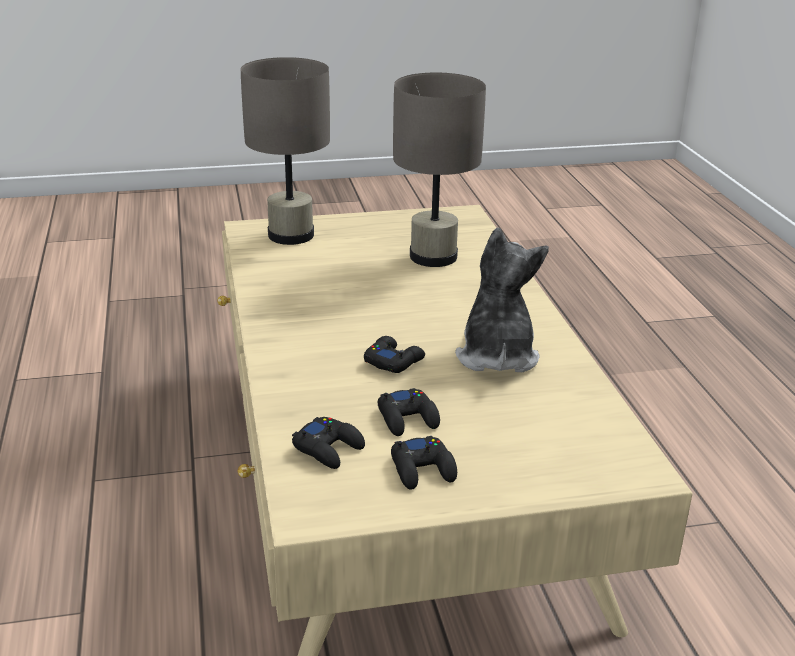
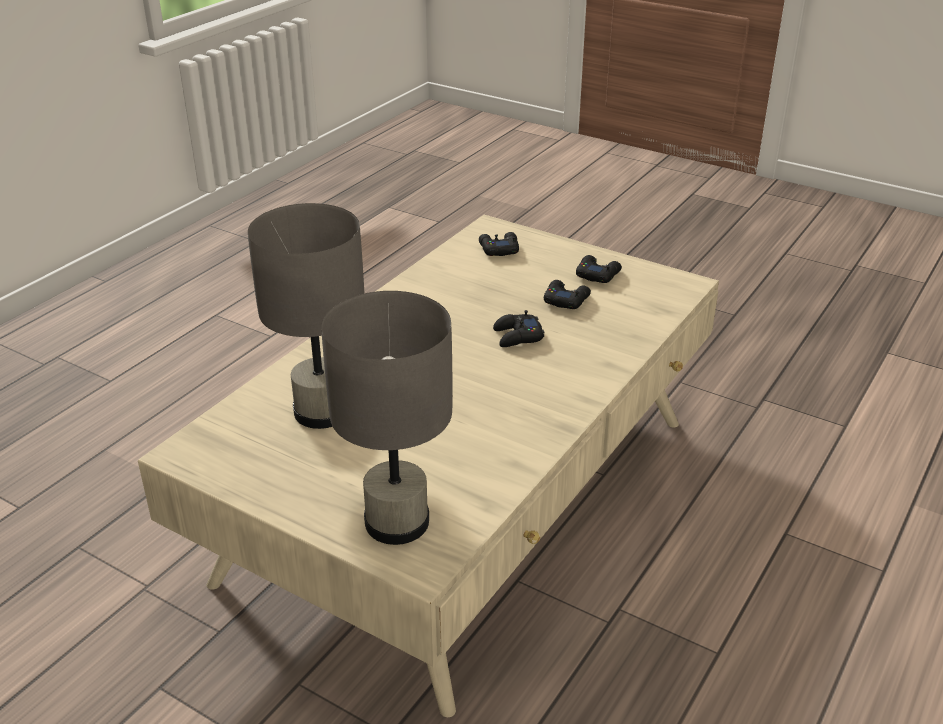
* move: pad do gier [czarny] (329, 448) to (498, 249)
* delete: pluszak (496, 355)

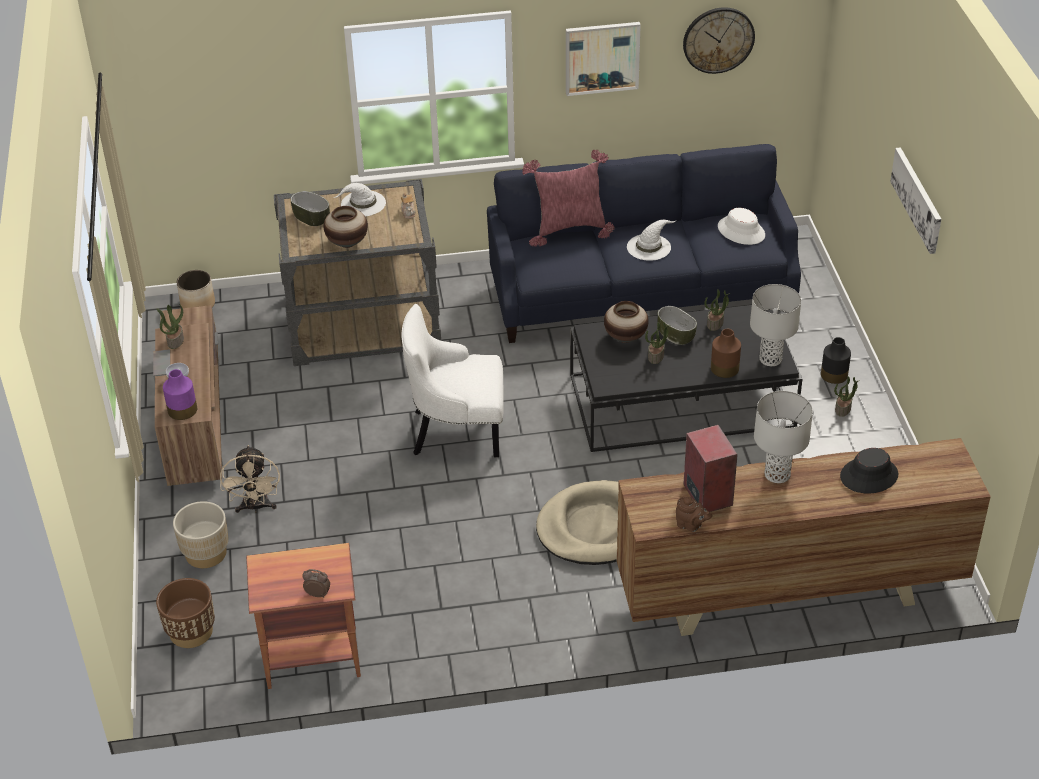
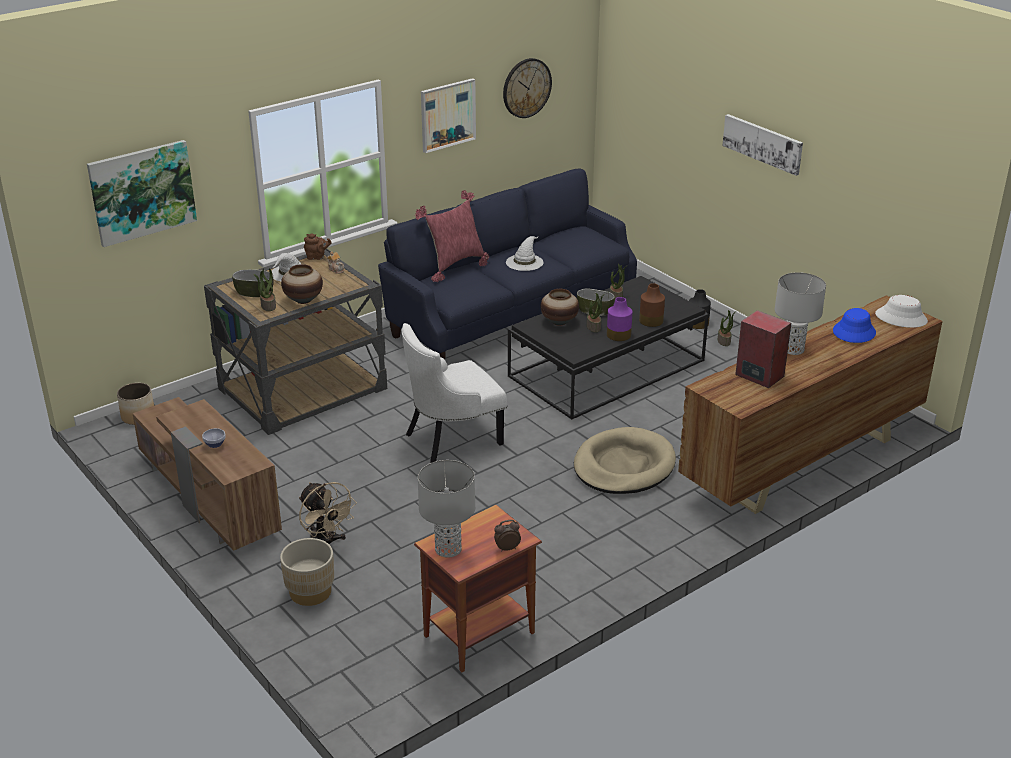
* move: roślina doniczkowa (175, 340) to (268, 306)
* delete: donica [brązowy] (191, 632)
* move: wazon [fioletowy] (182, 409) to (618, 334)
* move: imbryk [brązowy] (691, 525) to (317, 257)
* move: kapelusz [biały] (741, 231) to (901, 318)
* move: lampa stołowa [biały] (770, 359) to (447, 549)
* recolor: kapelusz [czarny] (868, 475) to kapelusz [niebieski] (853, 332)
* insert: obraz (142, 192)

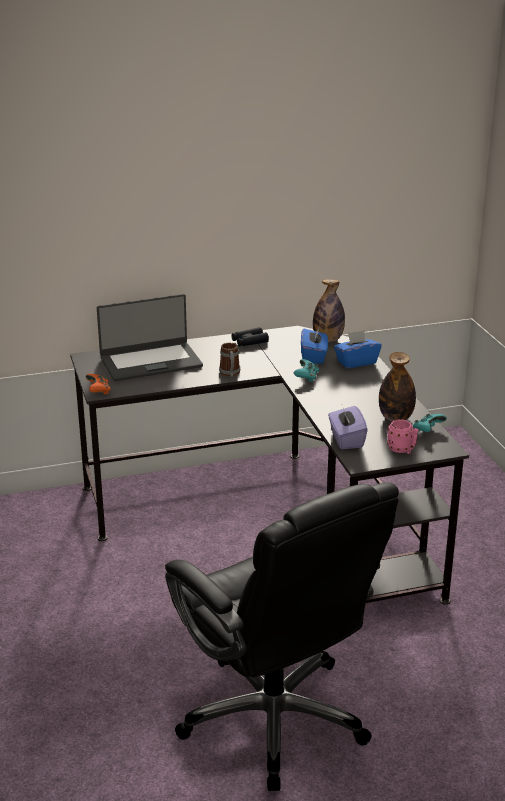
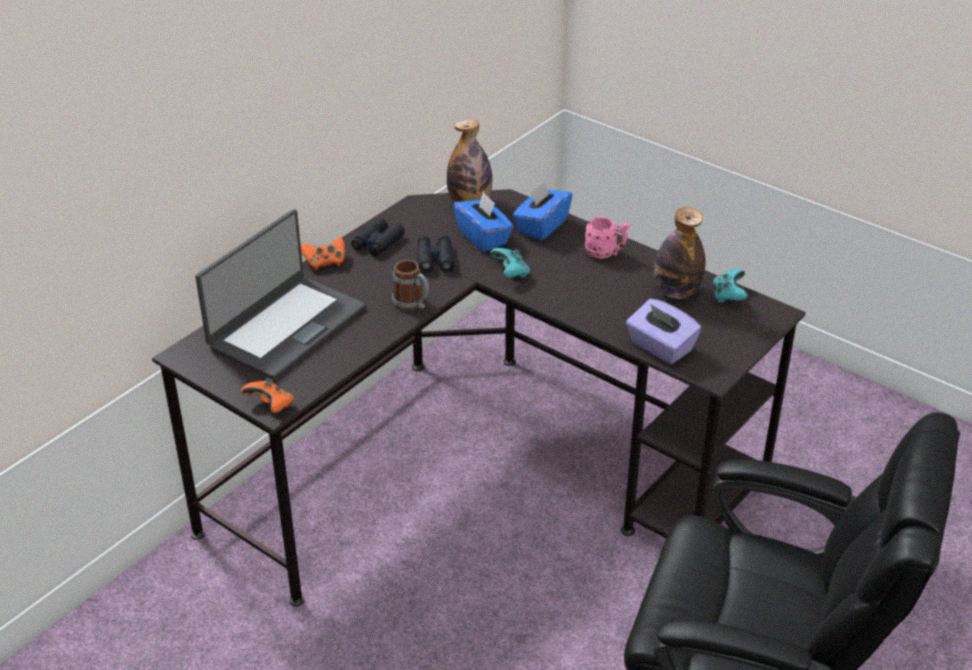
* move: kubek [różowy] (402, 450) to (605, 253)
* insert: pad do gier [pomarańczowy] (325, 262)
* insert: lornetka [czarny] (435, 259)

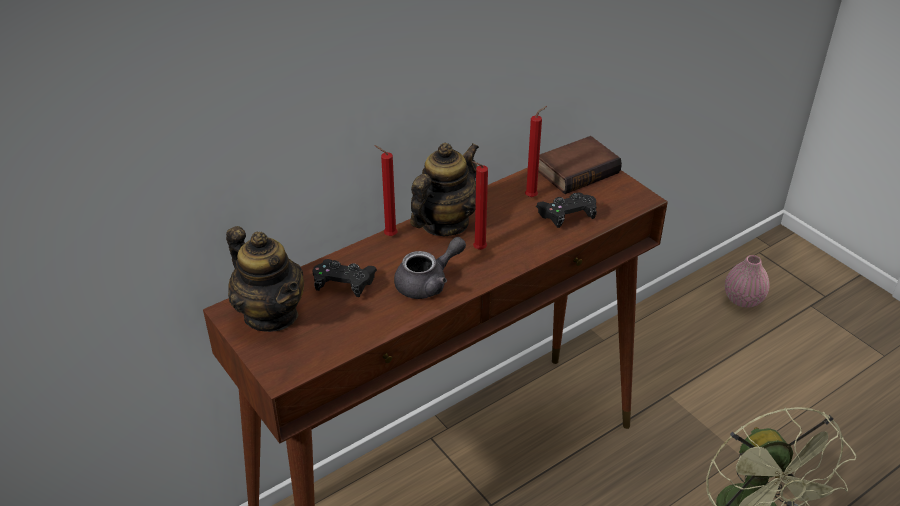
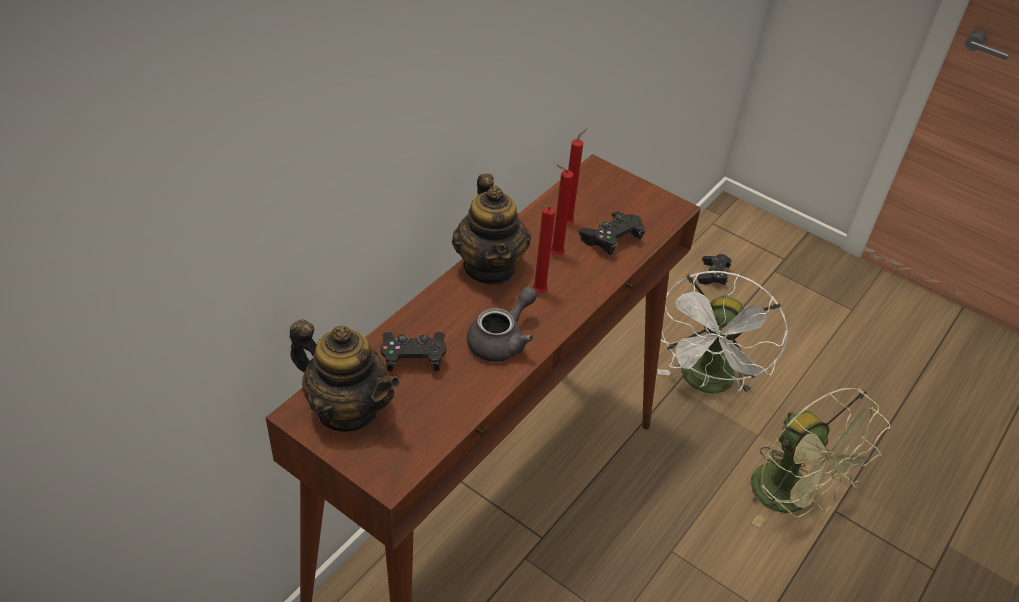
* move: świeca [czerwony] (388, 235) to (554, 255)
* rotate: imbryk (444, 223) = (490, 267) 150 degrees clockwise
* delete: książka (577, 170)
* replace: wazon [różowy] (743, 299) to pad do gier [czarny] (713, 275)
* insert: wentylator [biały] (707, 384)

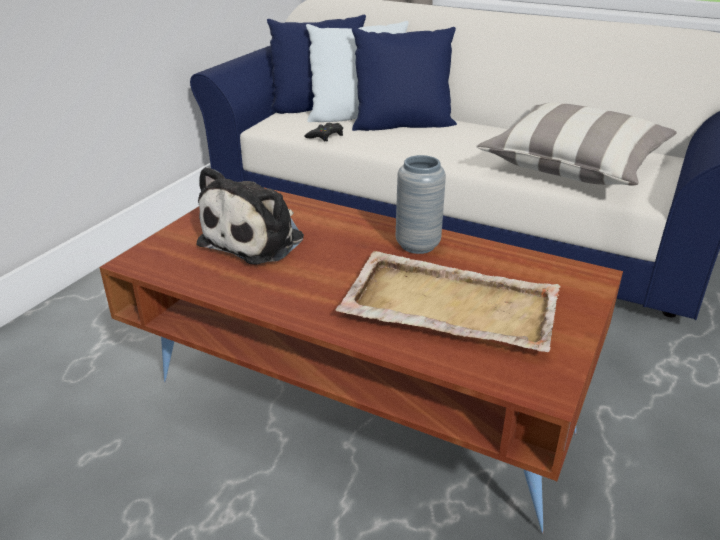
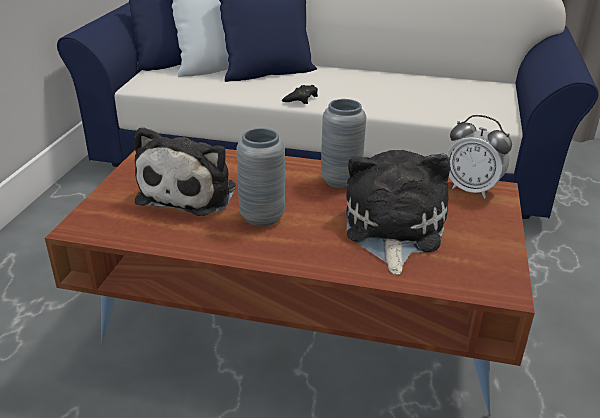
* move: pad do gier [czarny] (325, 136) to (301, 98)
* replace: taca [beżowy] (448, 305) to pluszak (392, 230)
* delete: poduszka (573, 166)
* insert: wazon [szary] (262, 217)
* insert: budzik (471, 189)

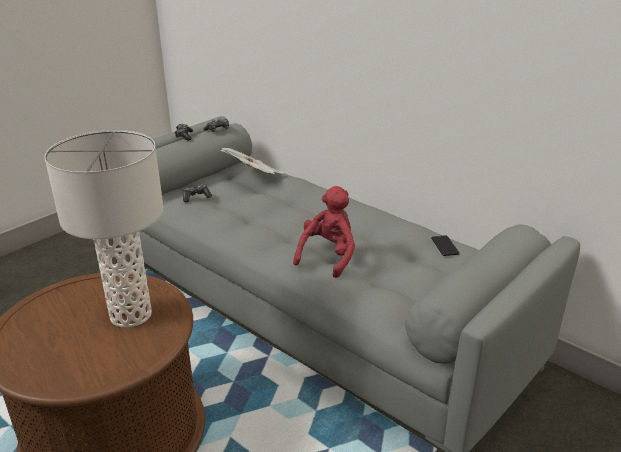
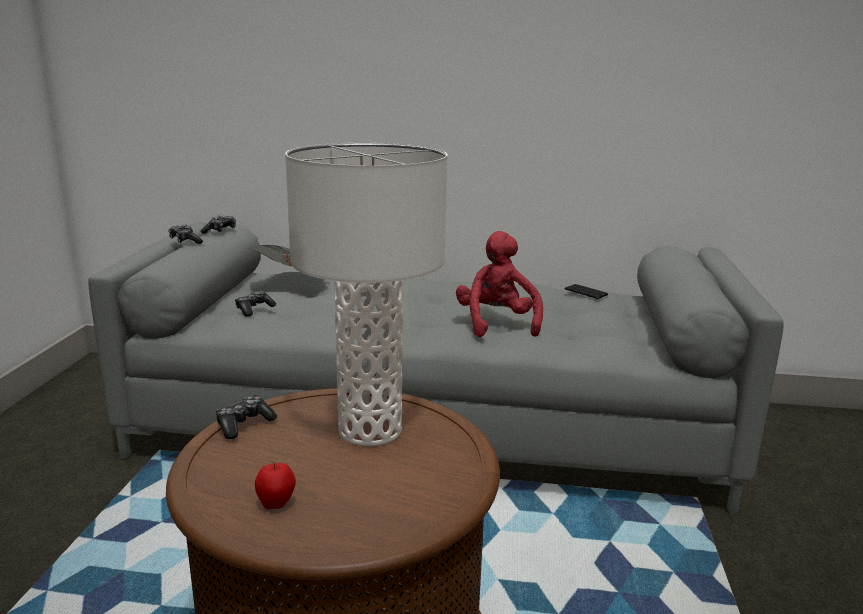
* insert: pad do gier (244, 424)
* insert: jabłko (276, 505)

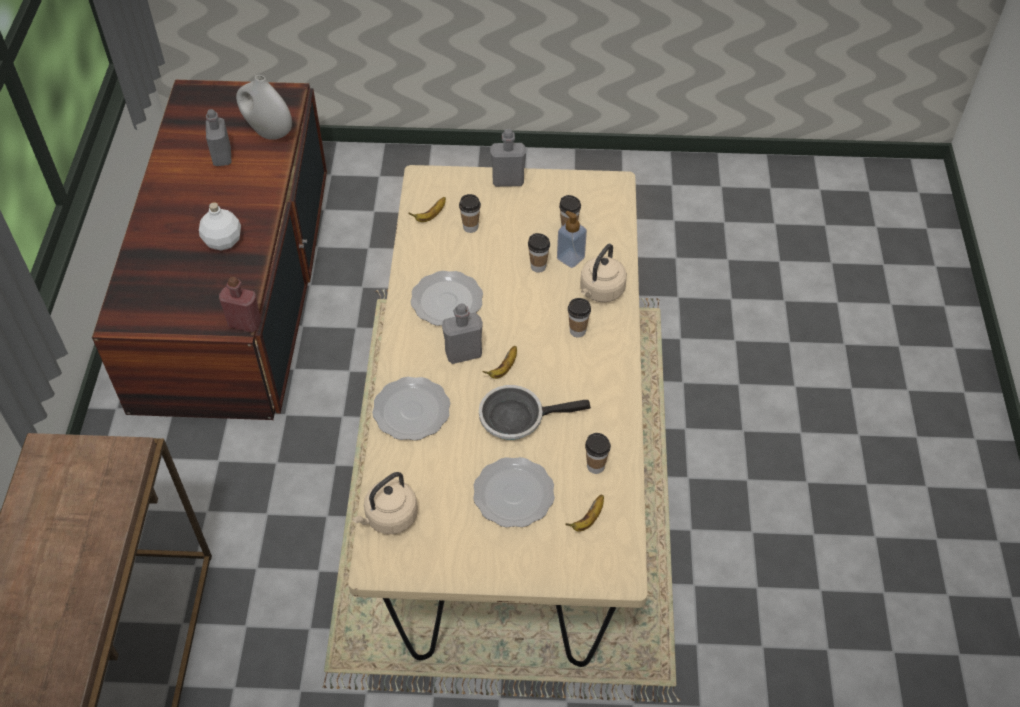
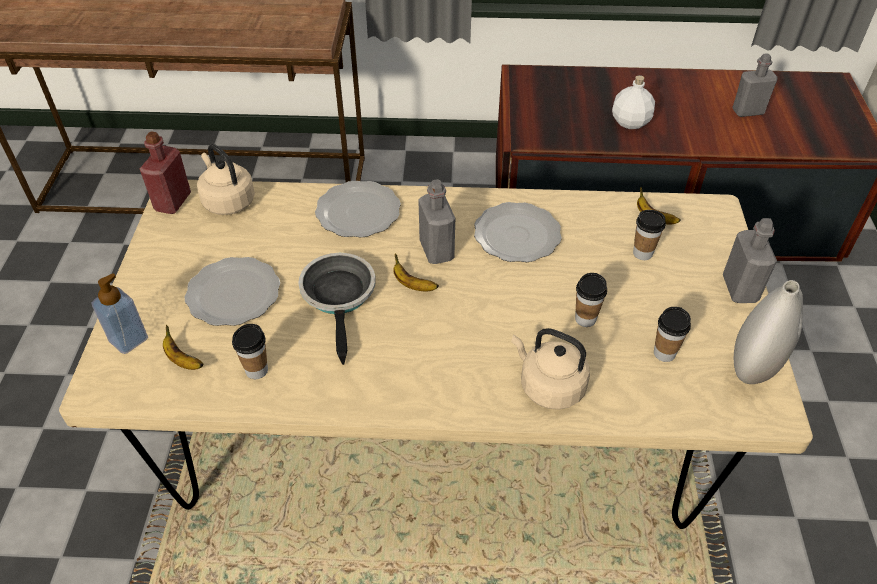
* move: butelka [czerwony] (244, 323) to (173, 202)
* move: wazon [biały] (268, 131) to (756, 363)
* move: dozownik mydła (570, 258) to (128, 339)
* delete: filiżanka (577, 331)

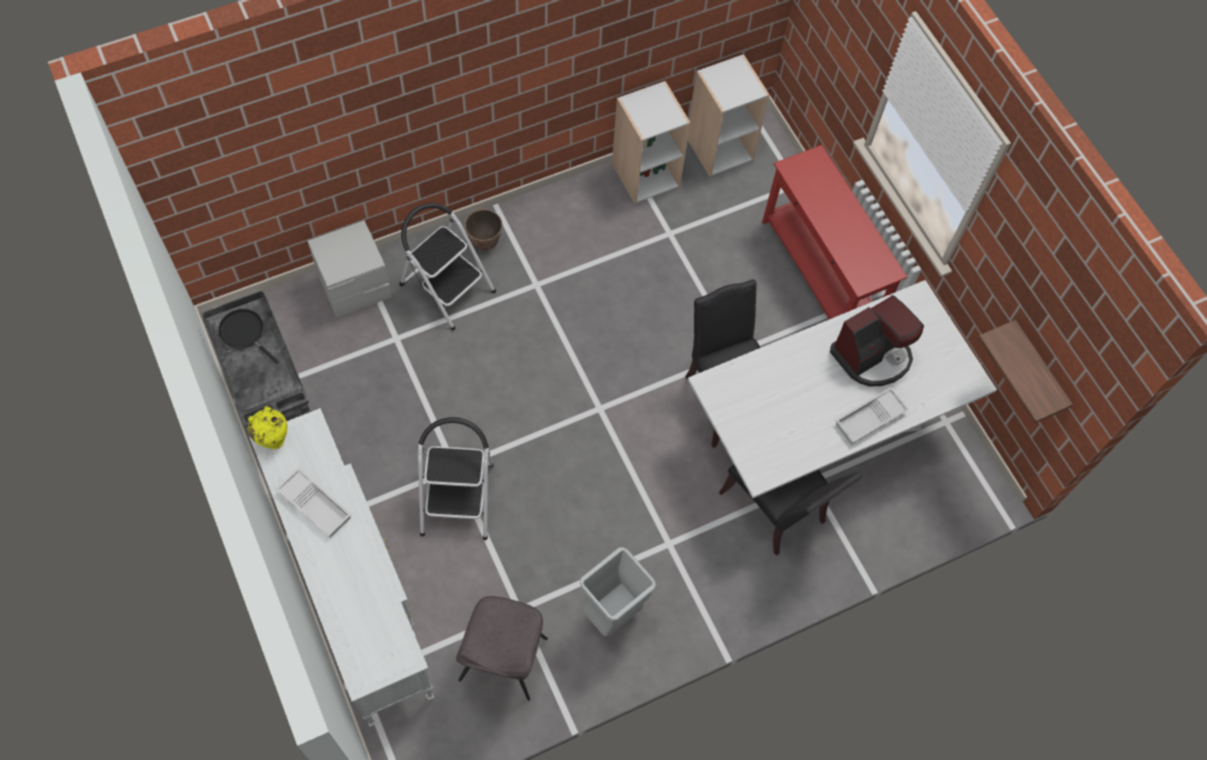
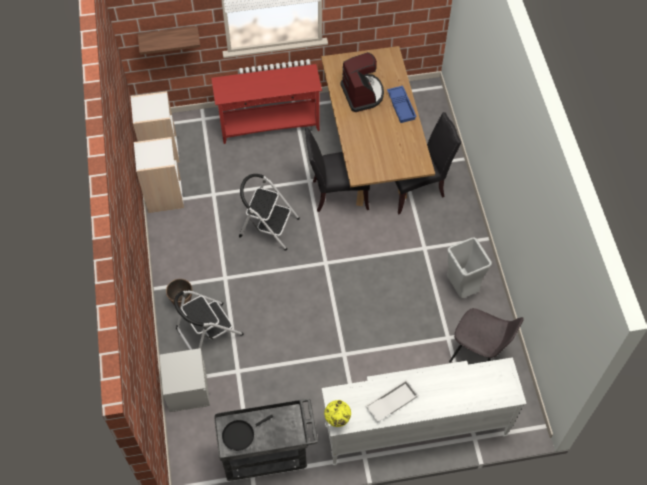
* move: drabinka (458, 496) to (267, 226)
* recolor: stół jadalny [biały] (820, 429) to stół jadalny [brązowy] (372, 153)
* recolor: taca [biały] (870, 419) to taca [niebieski] (402, 106)
* move: półka (1037, 370) to (169, 37)

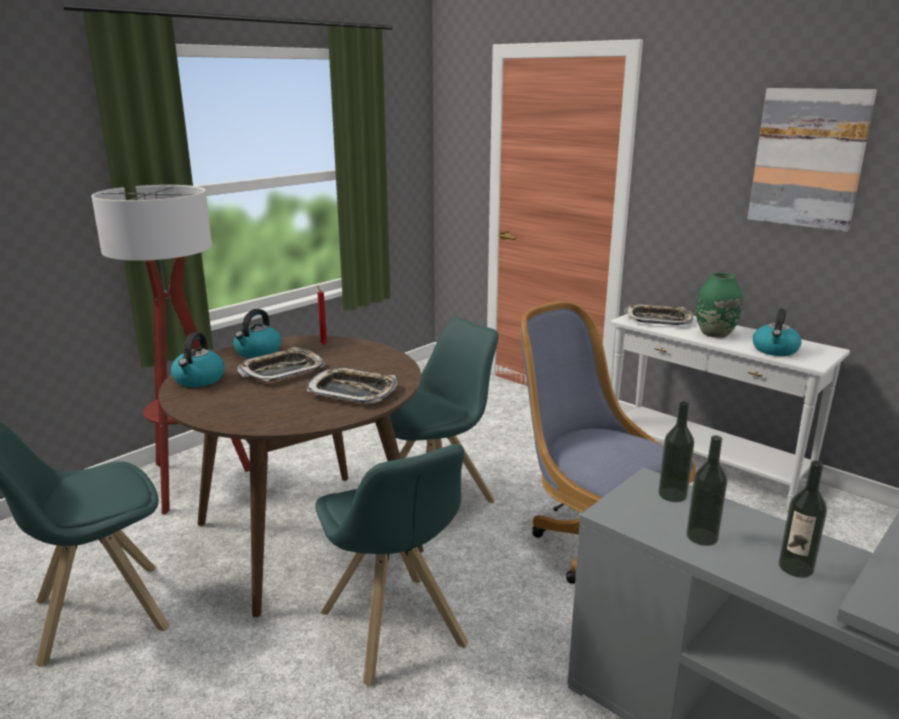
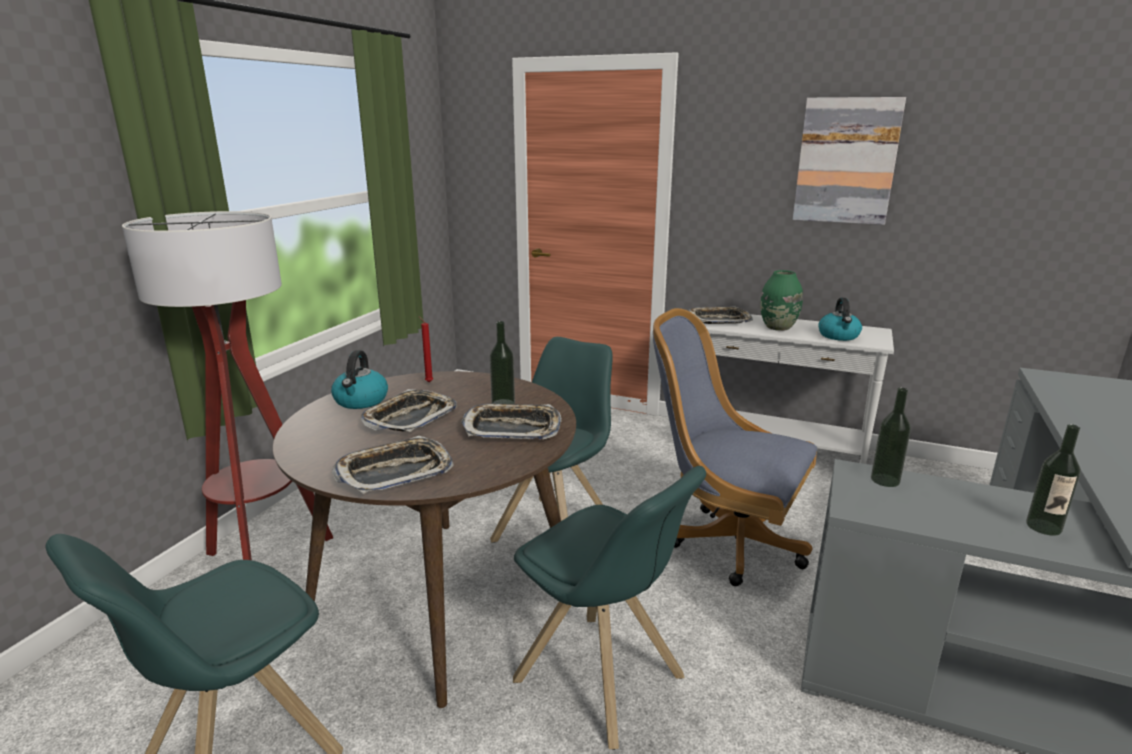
* delete: czajnik (199, 380)
* move: butelka (702, 536) to (503, 403)
* insert: taca (395, 472)

